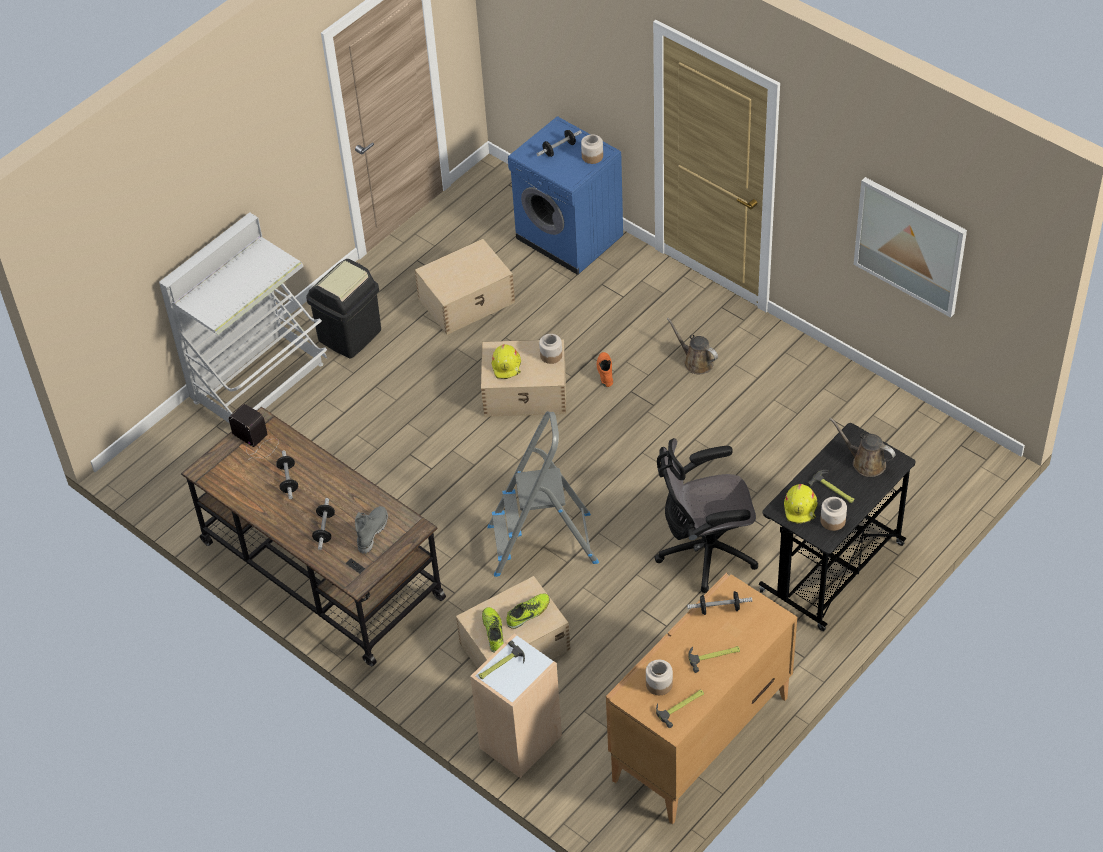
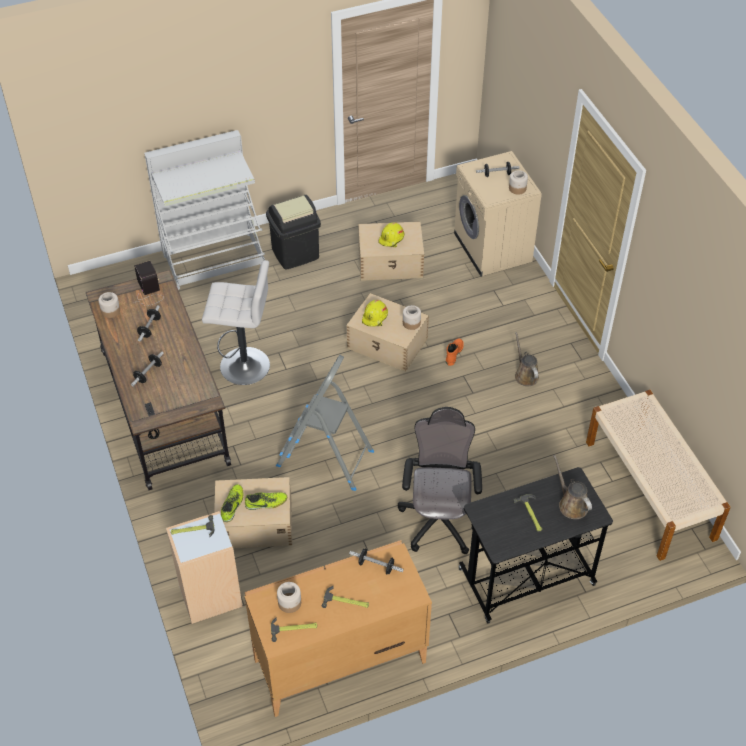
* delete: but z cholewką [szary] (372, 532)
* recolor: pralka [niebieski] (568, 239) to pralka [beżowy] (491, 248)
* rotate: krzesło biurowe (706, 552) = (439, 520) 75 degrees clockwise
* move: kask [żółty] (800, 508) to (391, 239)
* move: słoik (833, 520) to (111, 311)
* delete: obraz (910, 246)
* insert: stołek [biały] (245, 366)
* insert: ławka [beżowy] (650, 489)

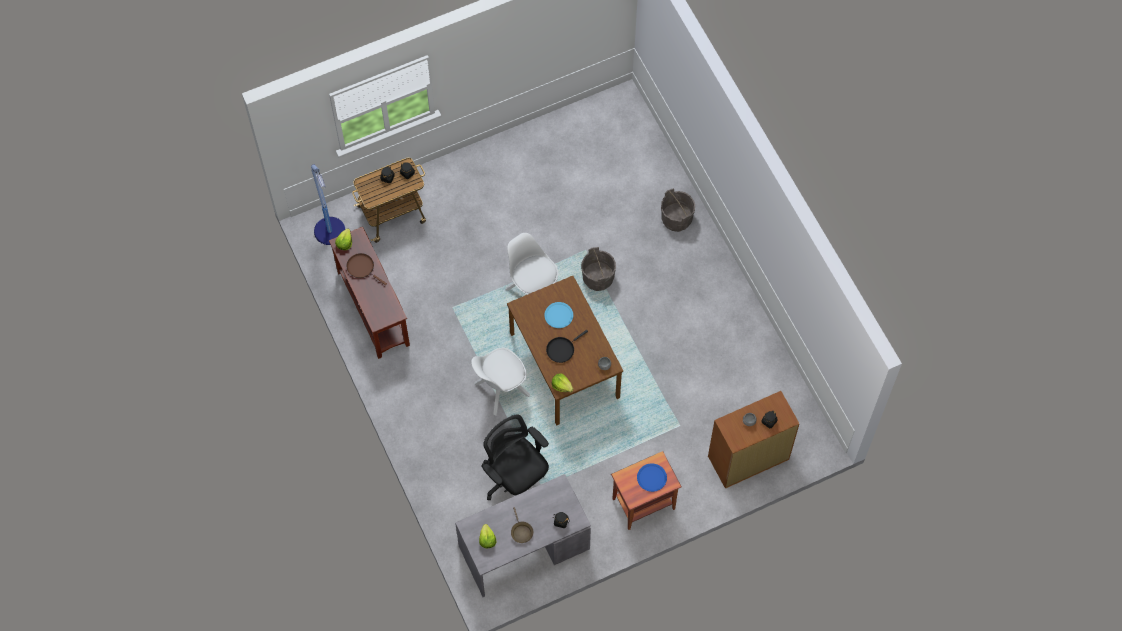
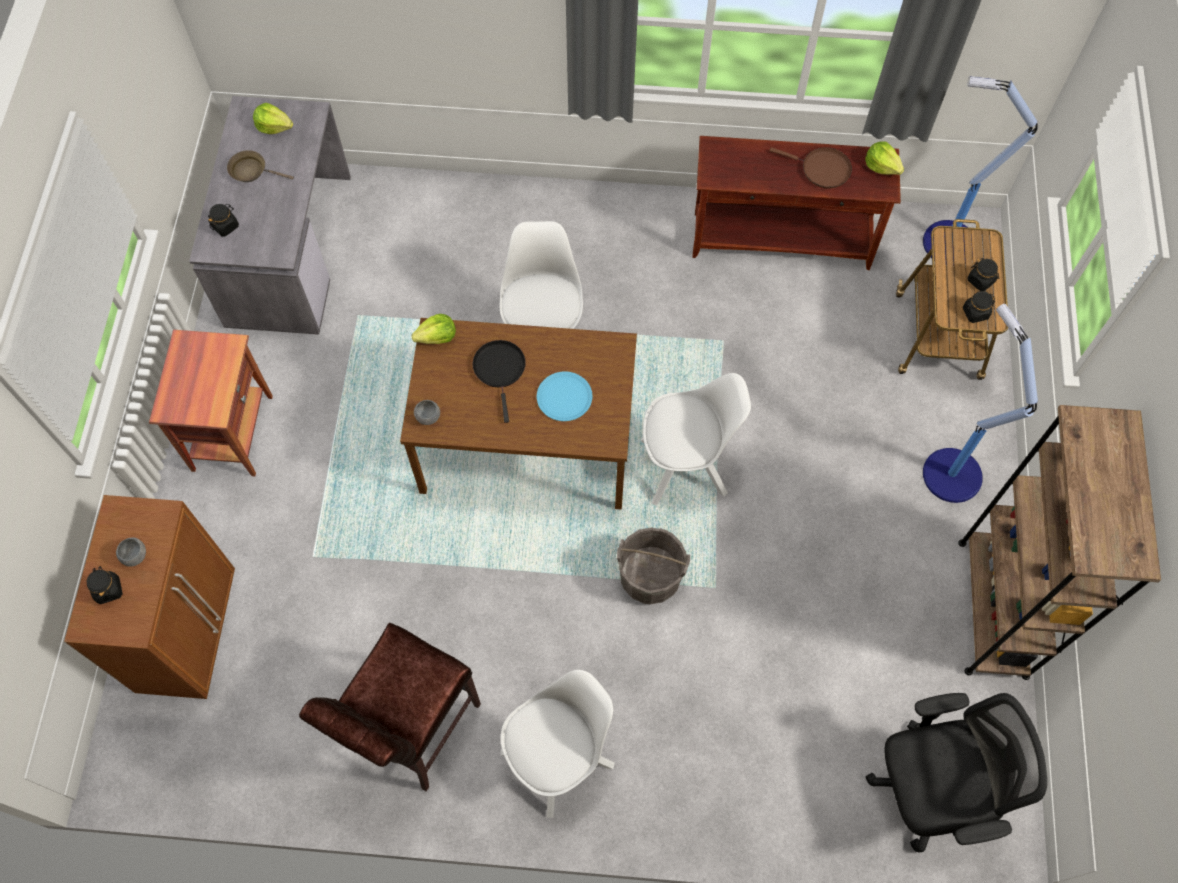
* rotate: patelnia [brązowy] (362, 268) = (822, 169) 45 degrees clockwise
* move: krzesło biurowe [czarny] (516, 480) to (925, 792)
* delete: talerz [niebieski] (651, 477)
* delete: wiadro [szary] (676, 219)
* insert: stołek [brązowy] (412, 731)
* insert: krzesło [biały] (559, 758)
* insert: lampa stojąca (950, 473)
* insert: regał [brązowy] (993, 608)

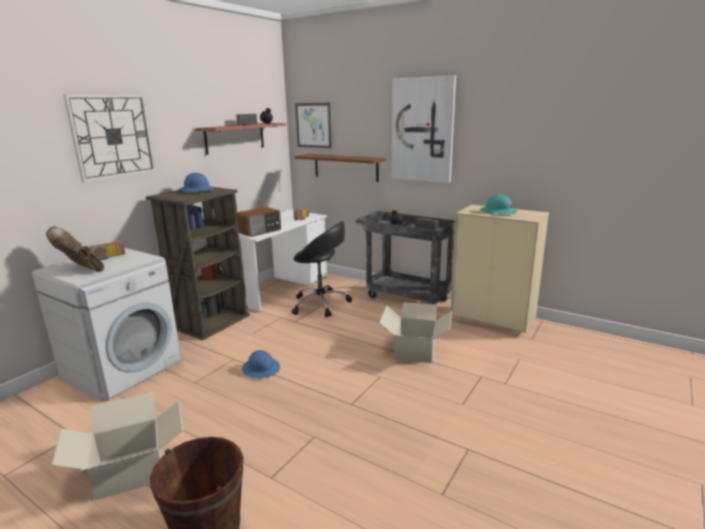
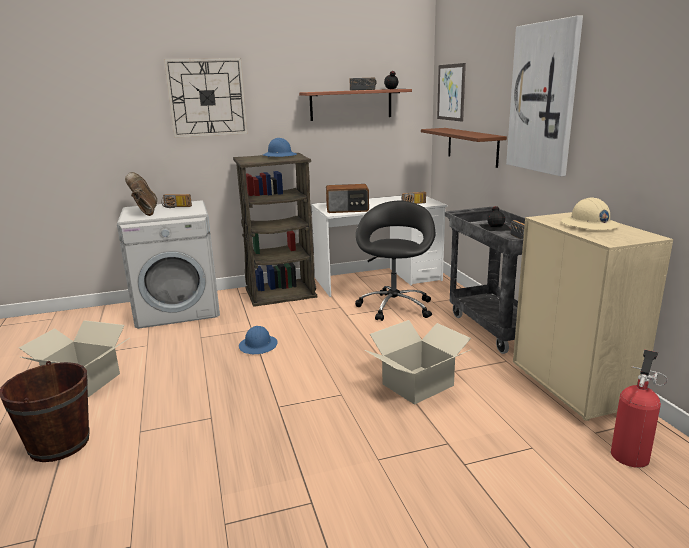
* rotate: krzesło biurowe [czarny] (322, 304) = (395, 306) 135 degrees counterclockwise
* recolor: kask [turkusowy] (498, 211) to kask [beżowy] (589, 225)
* insert: gaśnica (630, 453)

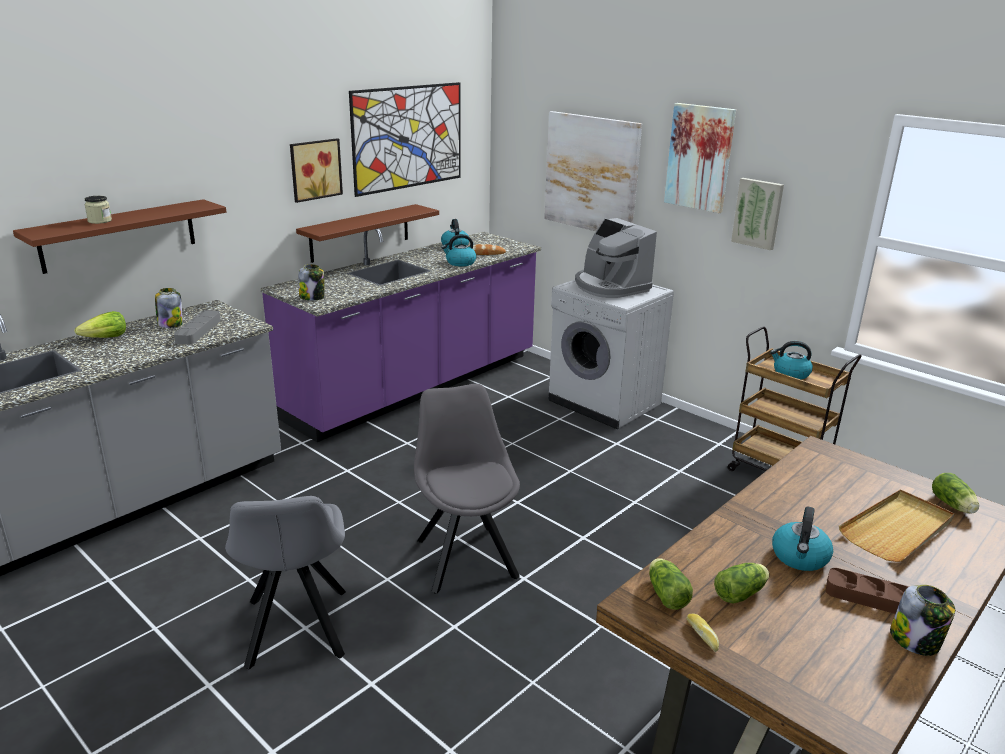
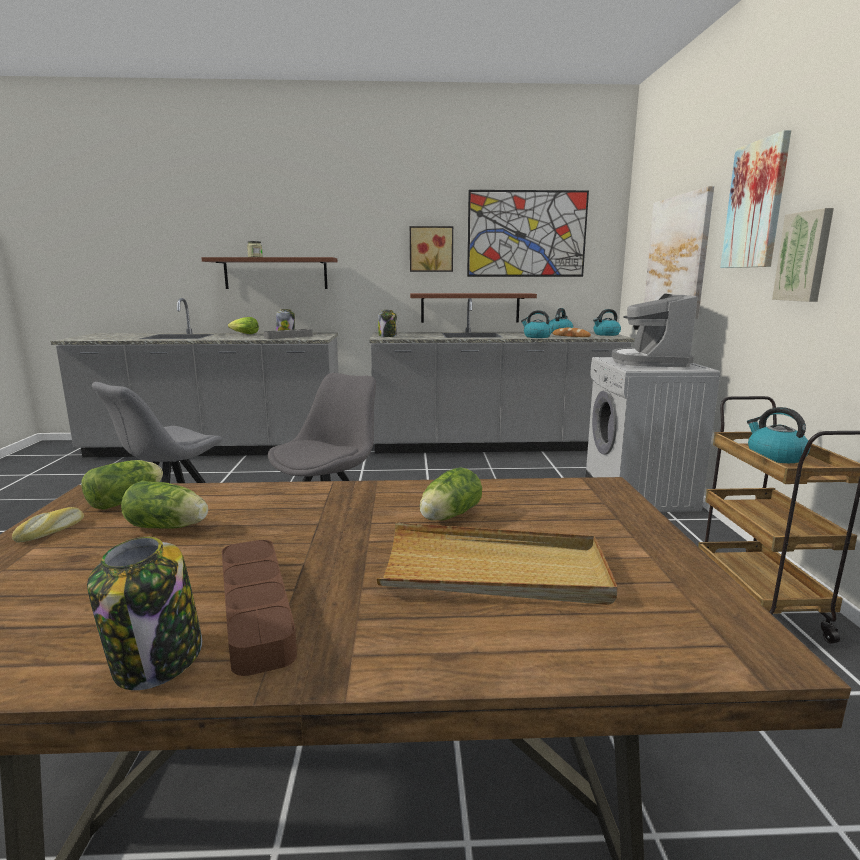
* recolor: zabudowa kuchenna [fioletowy] (416, 387) to zabudowa kuchenna [szary] (493, 445)
* move: czajnik (800, 557) to (606, 334)
* move: sałata (953, 506) to (448, 516)

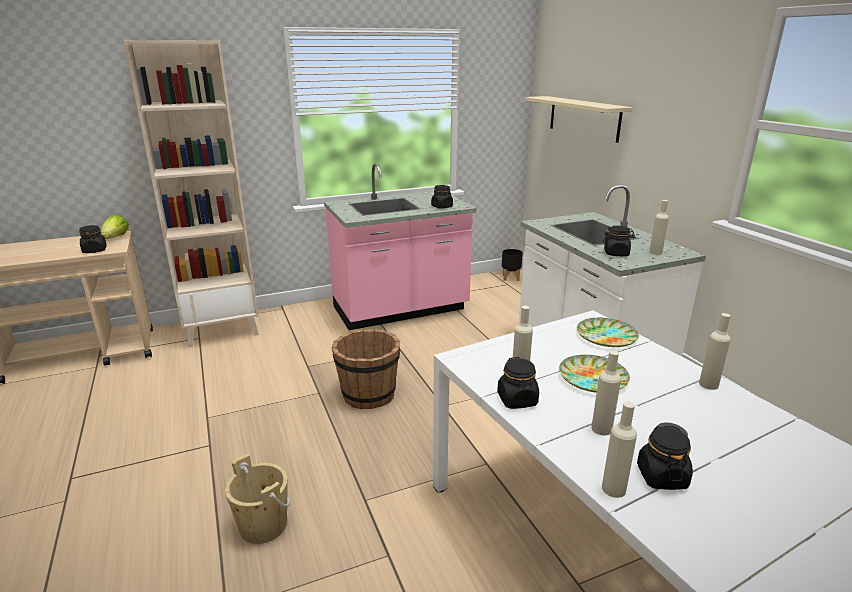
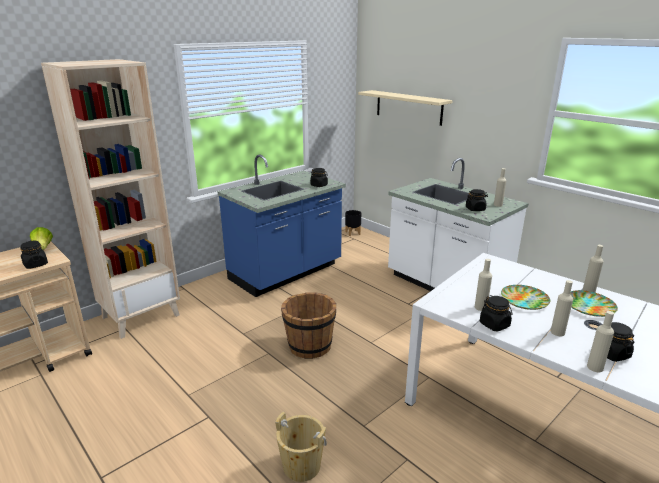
* recolor: zabudowa kuchenna [różowy] (400, 310) to zabudowa kuchenna [niebieski] (286, 273)
* move: talerz (606, 336) to (588, 306)

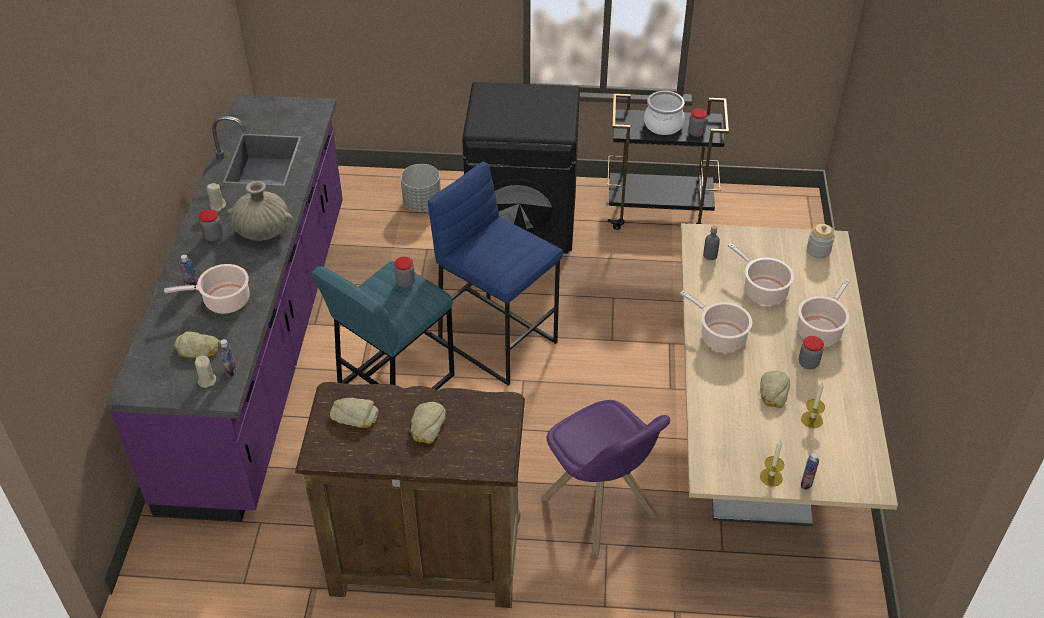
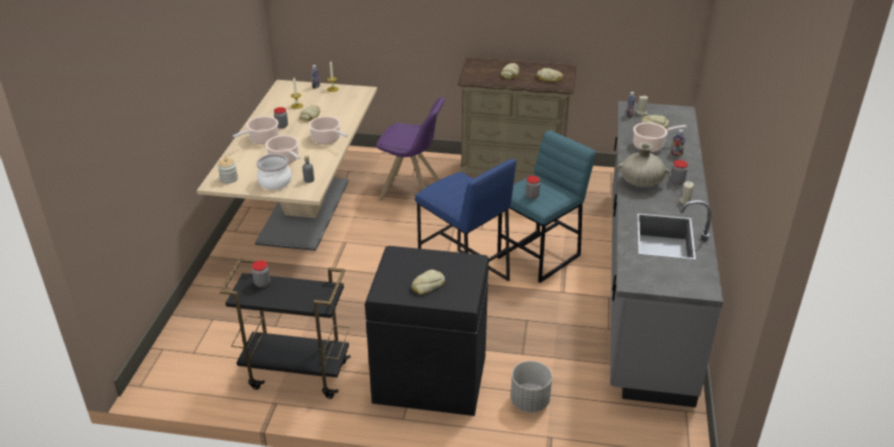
* recolor: zabudowa kuchenna [fioletowy] (262, 346) to zabudowa kuchenna [szary] (645, 284)
* rotate: krzesło [fioletowy] (600, 507) = (411, 190) 135 degrees clockwise
* move: garnek (663, 125) to (274, 182)
* insert: chleb (427, 285)

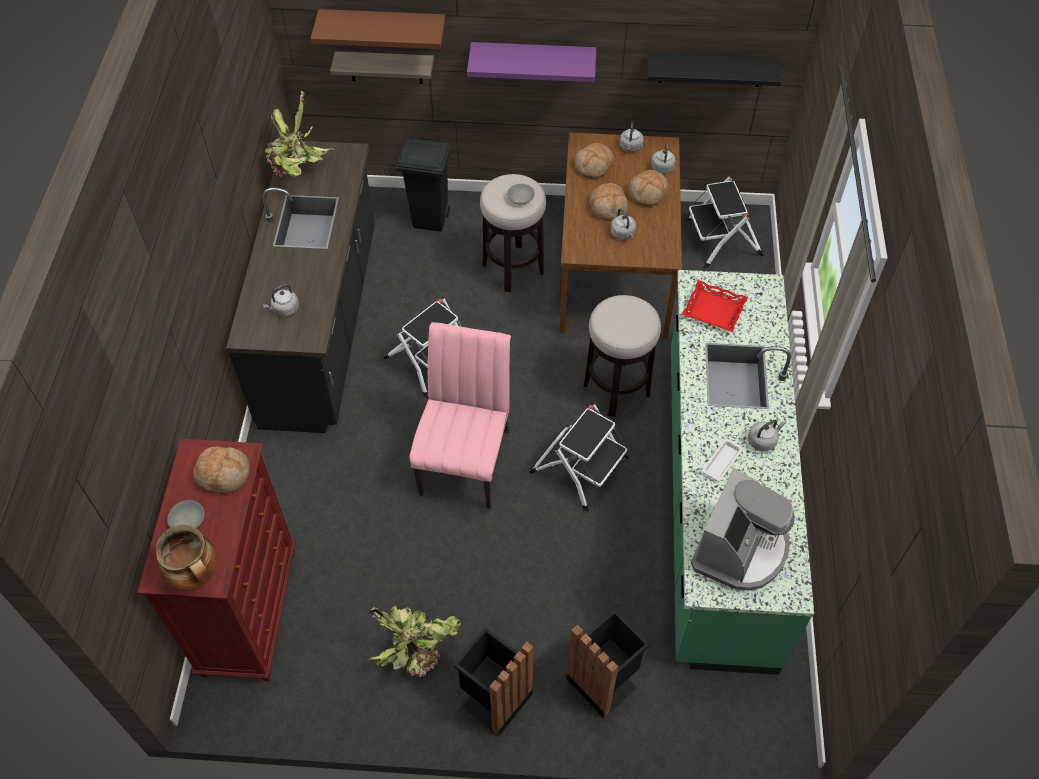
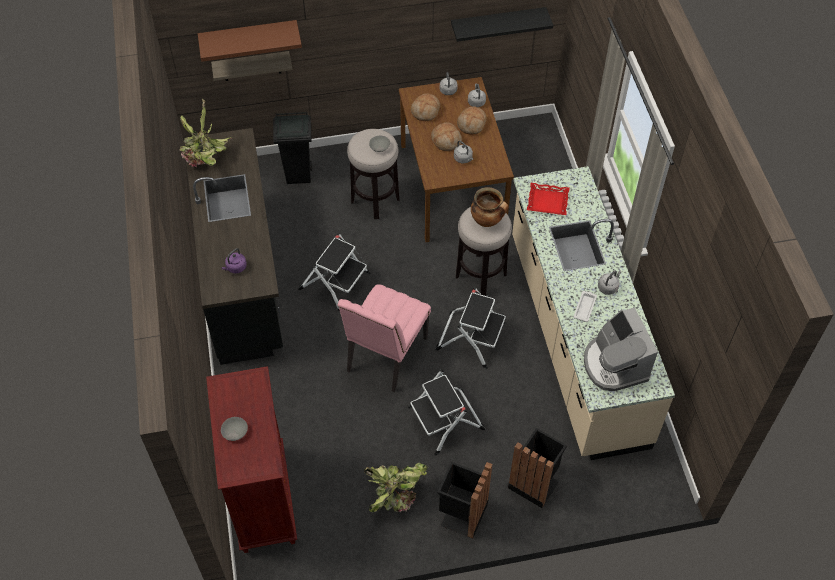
* move: garnek (196, 575) to (487, 221)
* delete: chleb (223, 474)
* recolor: czajnik [szary] (284, 309) to czajnik [fioletowy] (235, 268)
* rotate: krzesło [różowy] (466, 463) = (387, 354) 150 degrees counterclockwise
* delete: półka [fioletowy] (533, 59)
* recolor: zabudowa kuchenna [zielony] (716, 500) to zabudowa kuchenna [beżowy] (575, 339)
* move: drabinka (722, 239) to (445, 420)
* rotate: ekspres do kawy (740, 550) = (614, 364) 150 degrees clockwise

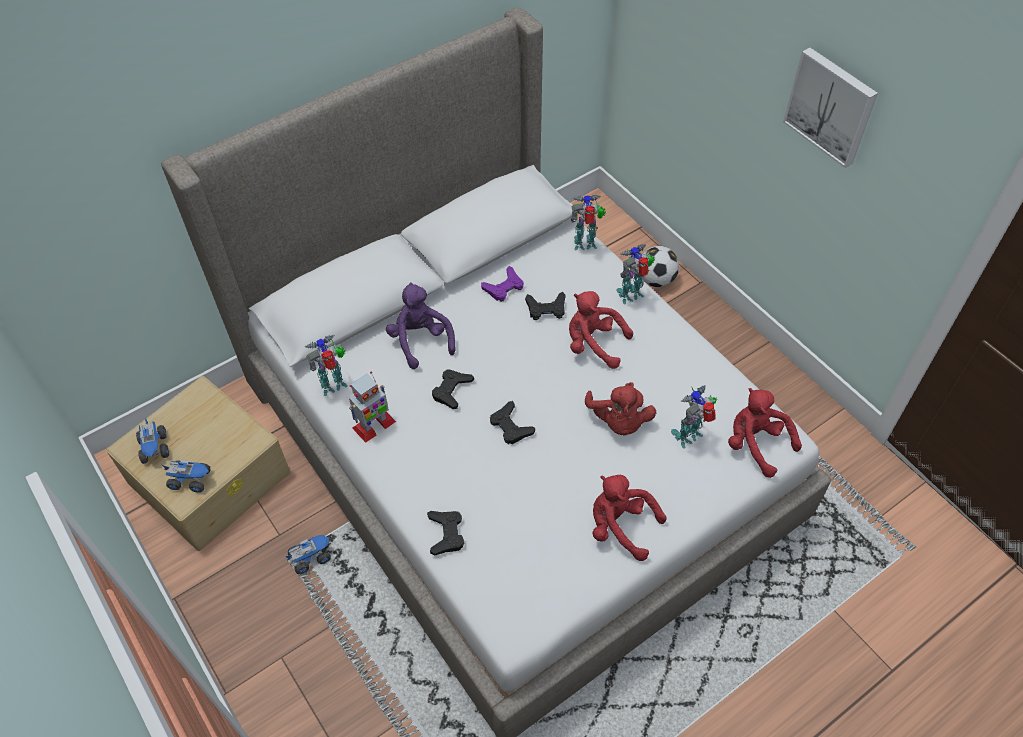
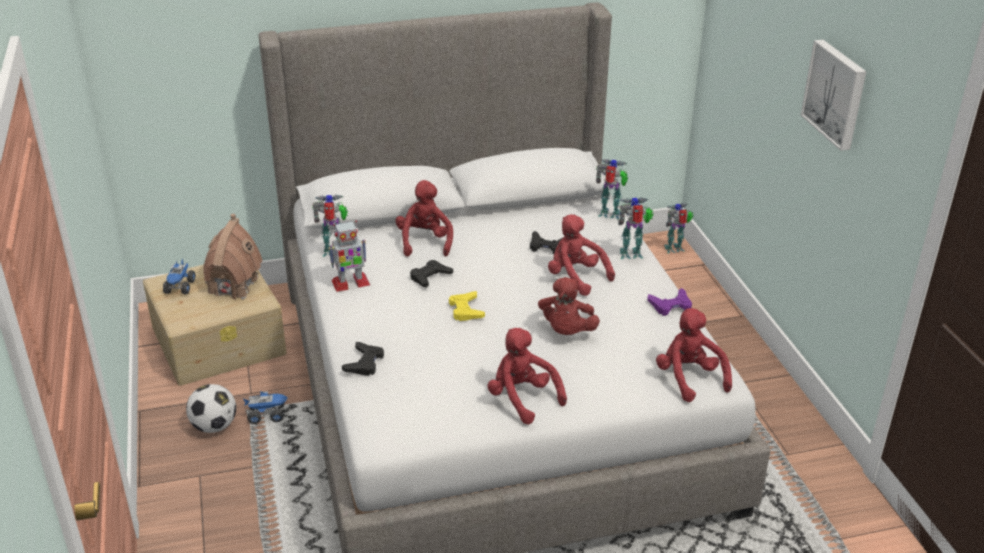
* delete: ciężarówka zabawkowa (191, 479)
* recolor: pluszak [fioletowy] (420, 341) to pluszak [czerwony] (425, 242)
* move: pad do gier [fioletowy] (504, 287) to (670, 306)
* recolor: pad do gier [czarny] (510, 426) to pad do gier [żółty] (466, 310)
* move: piłka futbolowa (656, 280) to (214, 426)
* move: robot zabawkowy (689, 436) to (675, 249)
* insert: domek (233, 285)

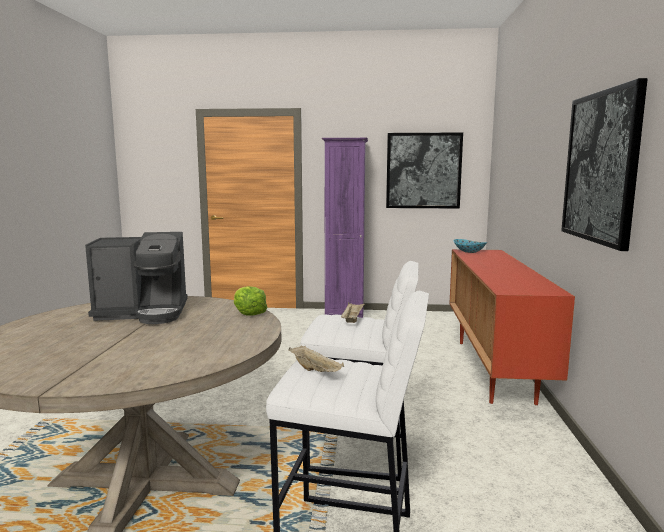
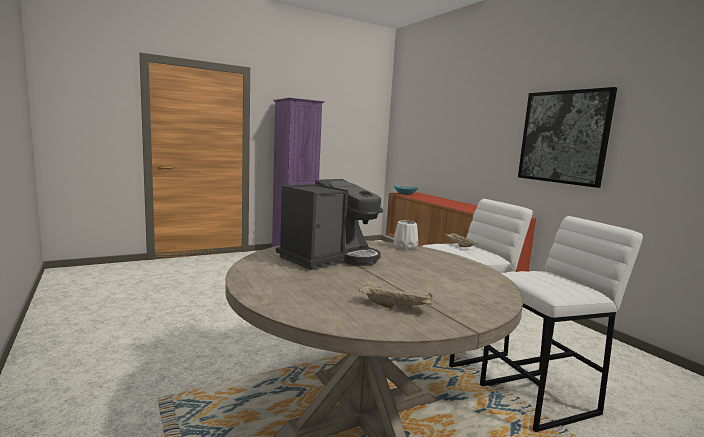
* replace: sałata (248, 313) to wazon [biały] (405, 247)
* move: taca [beżowy] (316, 371) to (396, 307)
* delete: obraz (423, 170)

